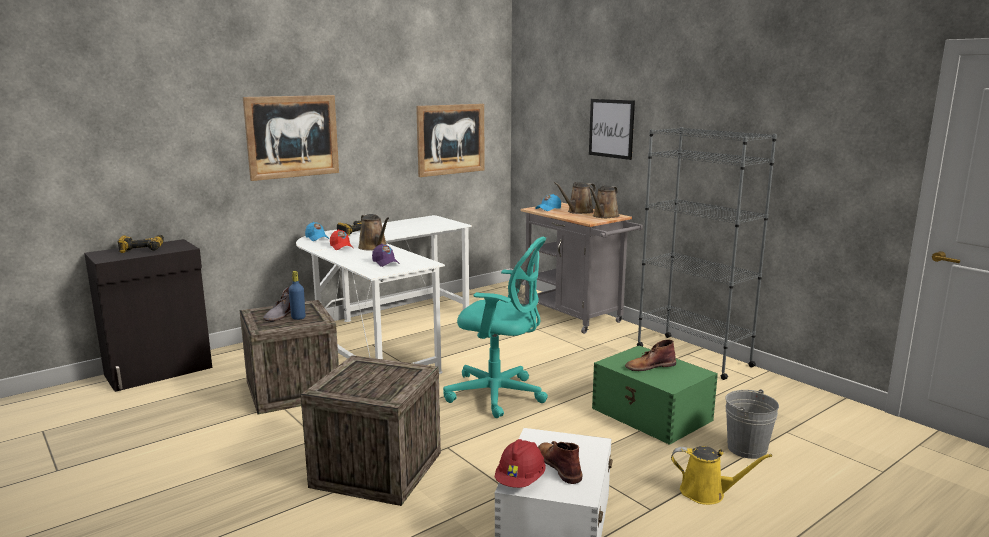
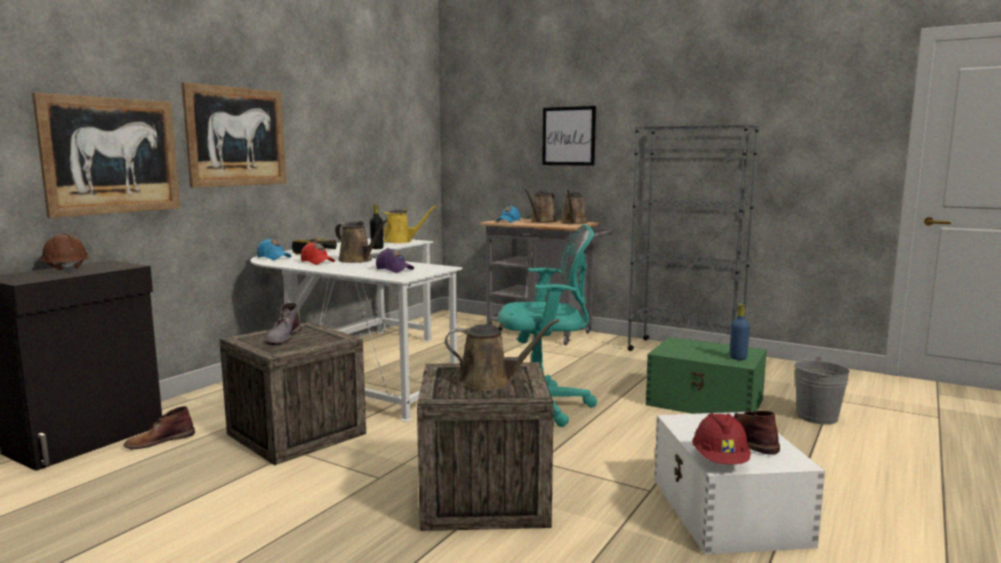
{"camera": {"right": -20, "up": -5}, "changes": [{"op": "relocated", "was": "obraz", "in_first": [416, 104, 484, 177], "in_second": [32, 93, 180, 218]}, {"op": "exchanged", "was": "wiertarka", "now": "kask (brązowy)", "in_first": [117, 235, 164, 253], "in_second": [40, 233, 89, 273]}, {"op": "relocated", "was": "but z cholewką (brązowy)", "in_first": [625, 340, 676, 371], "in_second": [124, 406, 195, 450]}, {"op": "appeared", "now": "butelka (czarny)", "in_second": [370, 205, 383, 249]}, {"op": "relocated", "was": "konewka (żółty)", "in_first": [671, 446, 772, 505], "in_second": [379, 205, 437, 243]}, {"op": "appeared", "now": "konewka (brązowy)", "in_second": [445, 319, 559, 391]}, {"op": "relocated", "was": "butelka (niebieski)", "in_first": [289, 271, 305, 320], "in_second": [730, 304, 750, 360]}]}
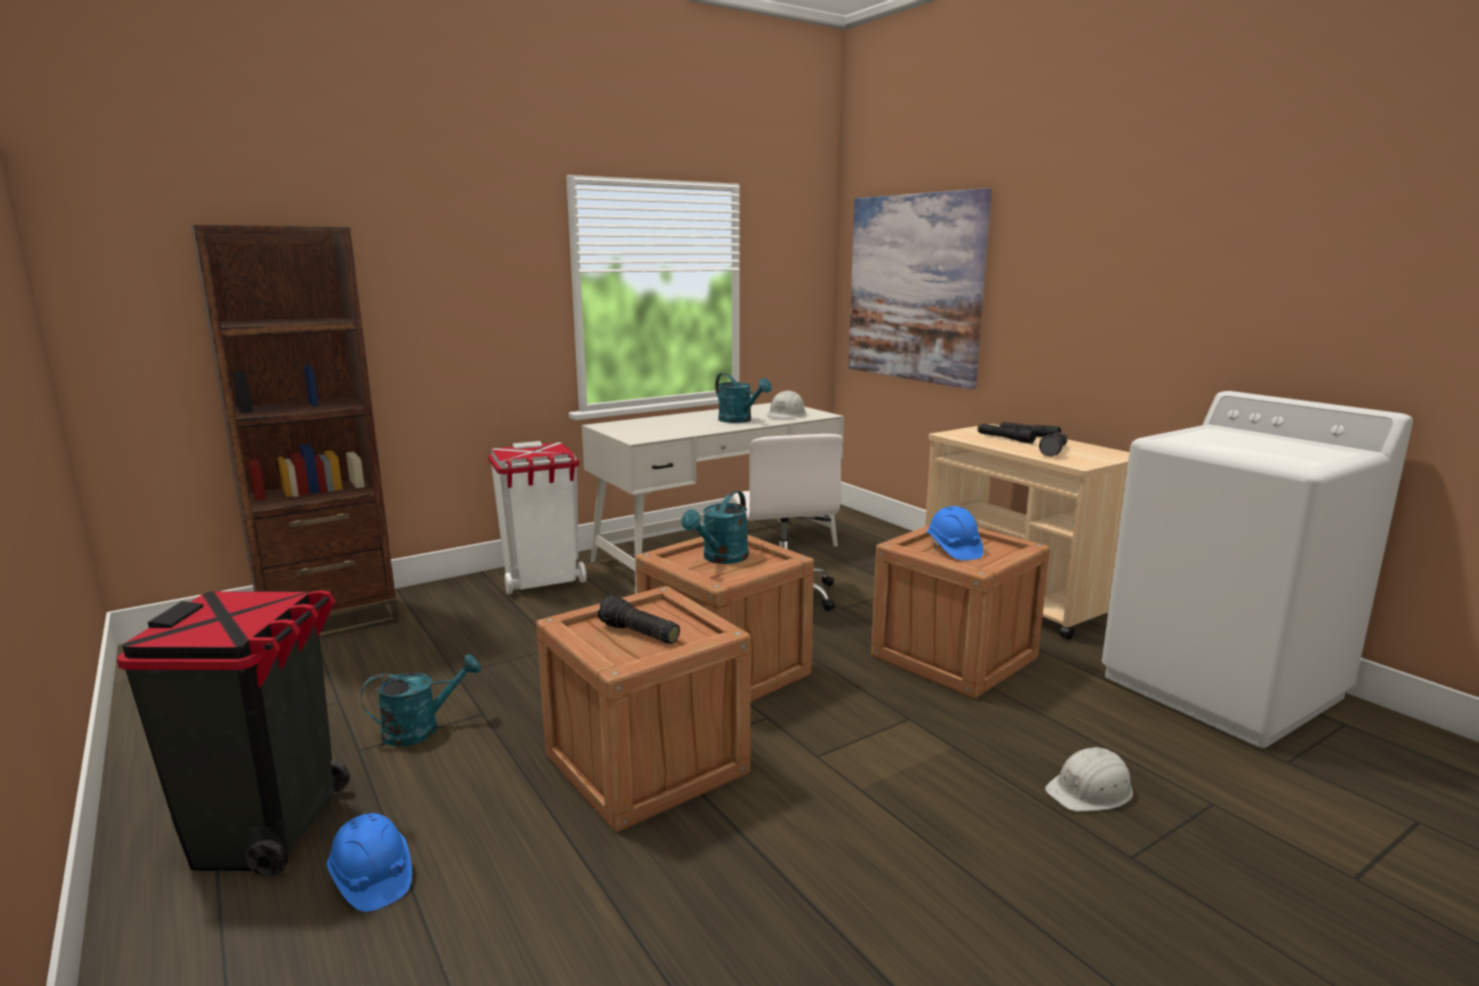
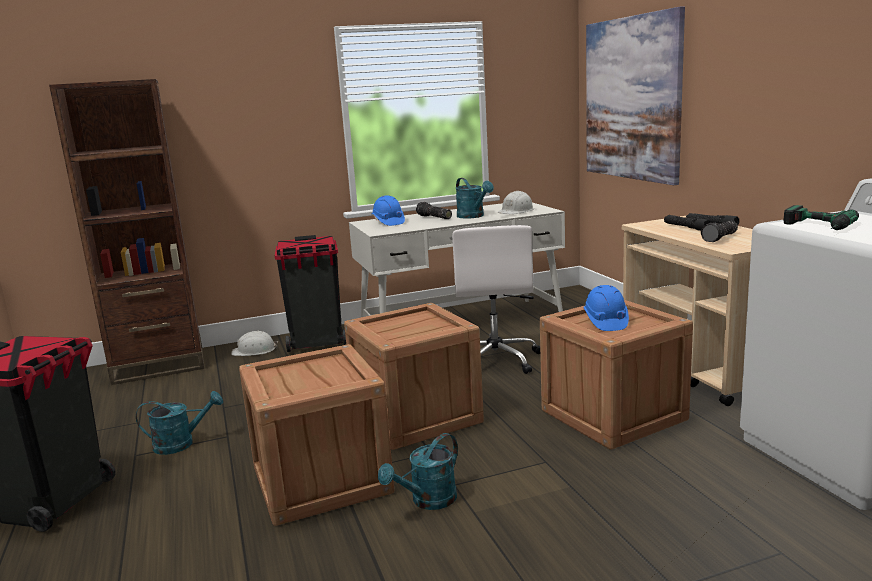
{"camera": {"right": 15, "up": 0}, "changes": [{"op": "relocated", "was": "kask (biały)", "in_first": [1045, 747, 1133, 812], "in_second": [231, 330, 278, 356]}, {"op": "colour", "was": "kosz na śmieci (biały)", "now": "kosz na śmieci (czarny)", "in_first": [488, 441, 586, 594], "in_second": [275, 235, 346, 352]}, {"op": "relocated", "was": "kask (niebieski)", "in_first": [327, 813, 412, 912], "in_second": [372, 195, 405, 226]}, {"op": "relocated", "was": "konewka (turkusowy)", "in_first": [681, 491, 749, 564], "in_second": [378, 433, 458, 510]}, {"op": "relocated", "was": "latarka", "in_first": [598, 596, 680, 644], "in_second": [416, 202, 452, 219]}, {"op": "appeared", "now": "wiertarka", "in_second": [783, 205, 859, 230]}]}
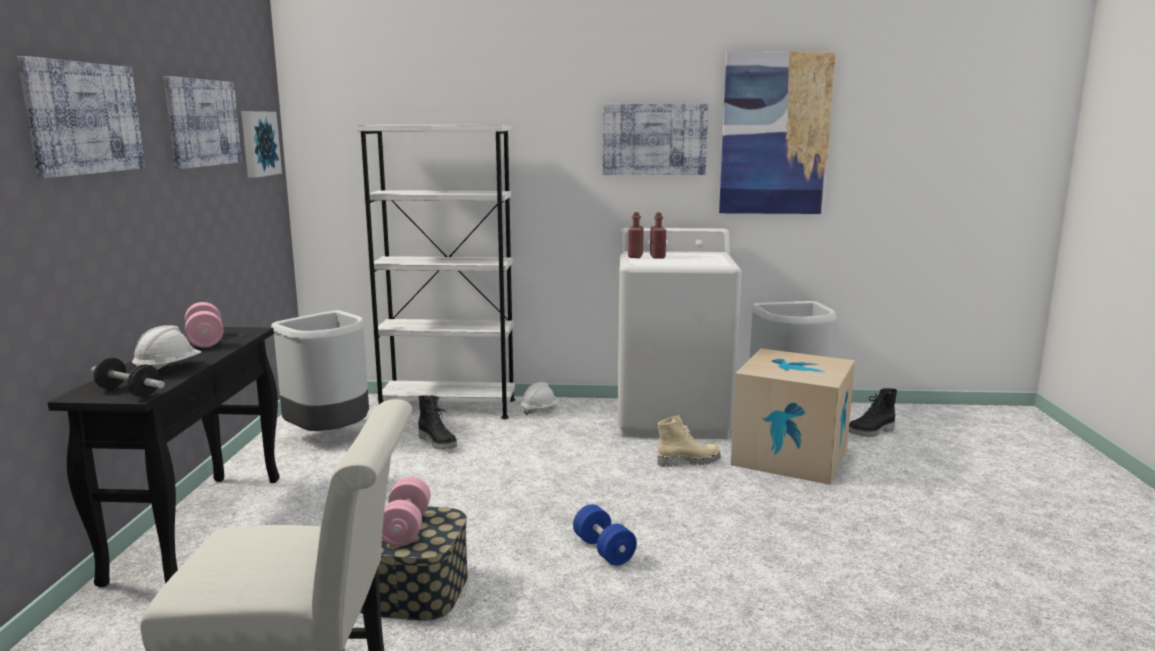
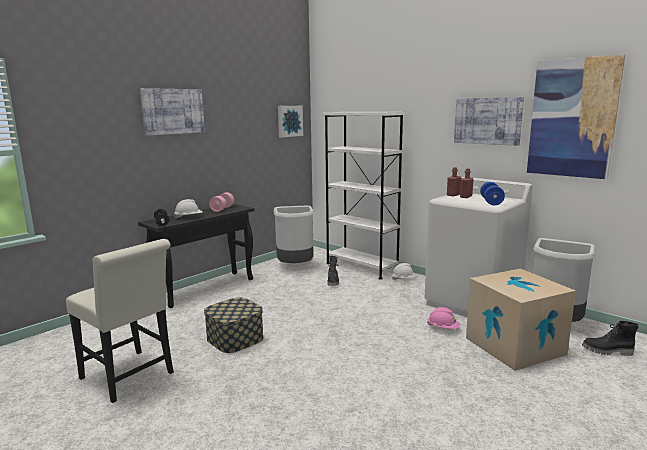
{"camera": {"right": 40, "up": 0}, "changes": [{"op": "exchanged", "was": "but z cholewką (beżowy)", "now": "kask (różowy)", "in_first": [657, 415, 721, 467], "in_second": [427, 307, 460, 329]}, {"op": "relocated", "was": "hantel (niebieski)", "in_first": [573, 504, 637, 566], "in_second": [480, 182, 505, 205]}, {"op": "missing", "was": "obraz", "in_first": [164, 76, 242, 169]}, {"op": "missing", "was": "hantel (różowy)", "in_first": [382, 477, 431, 546]}]}
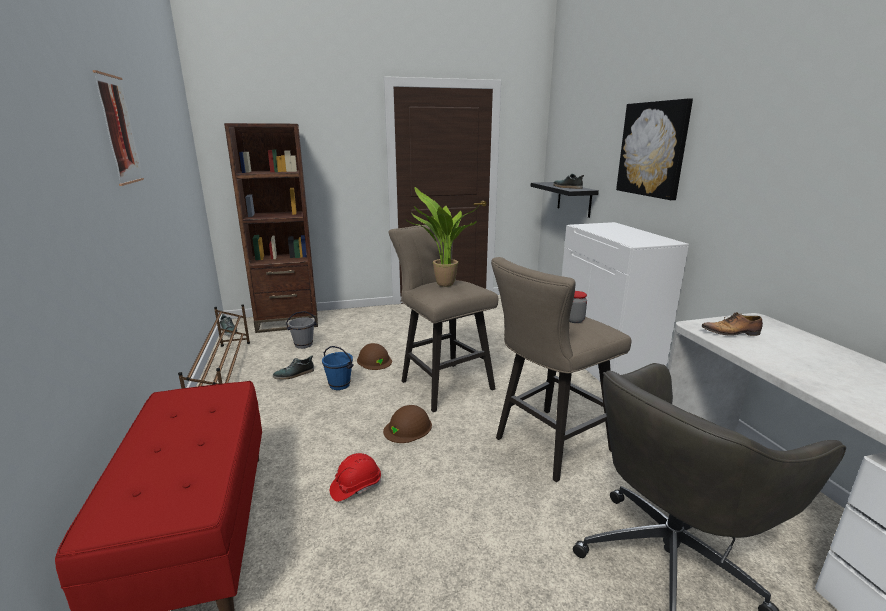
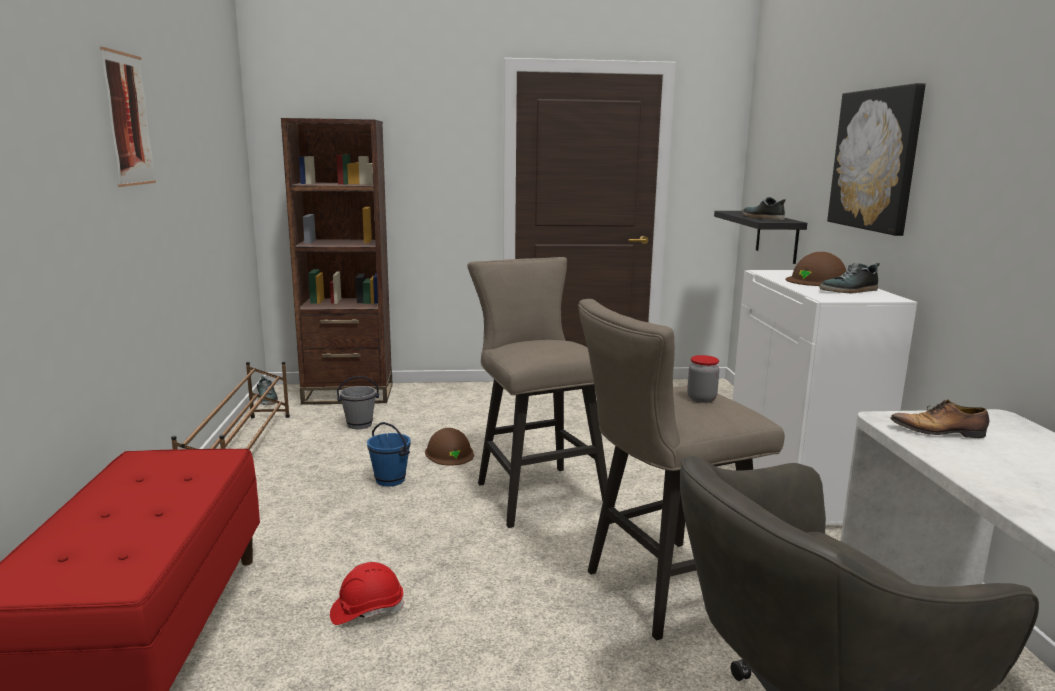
{"camera": {"right": 10, "up": -5}, "changes": [{"op": "relocated", "was": "kask (brązowy)", "in_first": [383, 405, 432, 443], "in_second": [786, 252, 846, 286]}, {"op": "relocated", "was": "but", "in_first": [273, 355, 314, 380], "in_second": [820, 263, 880, 294]}, {"op": "missing", "was": "roślina doniczkowa", "in_first": [405, 187, 478, 287]}]}
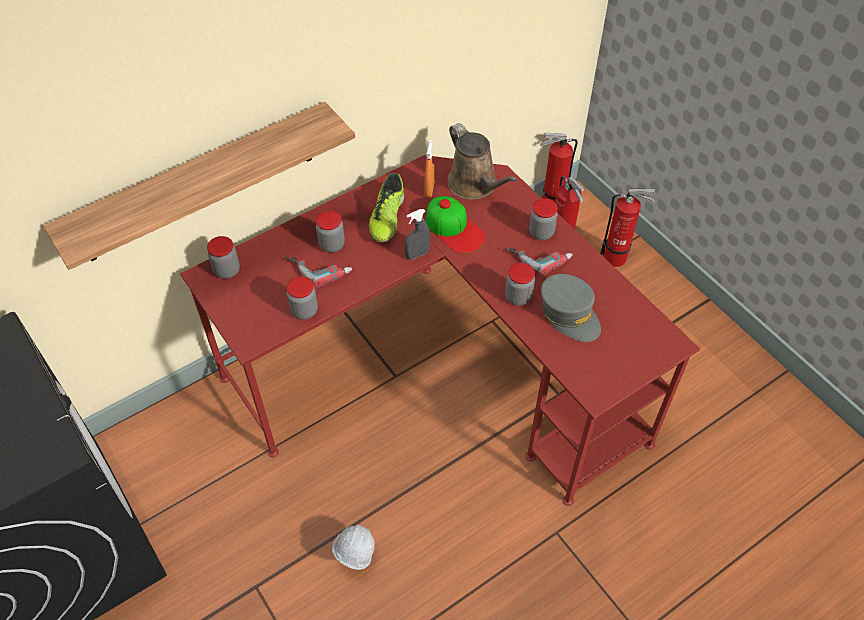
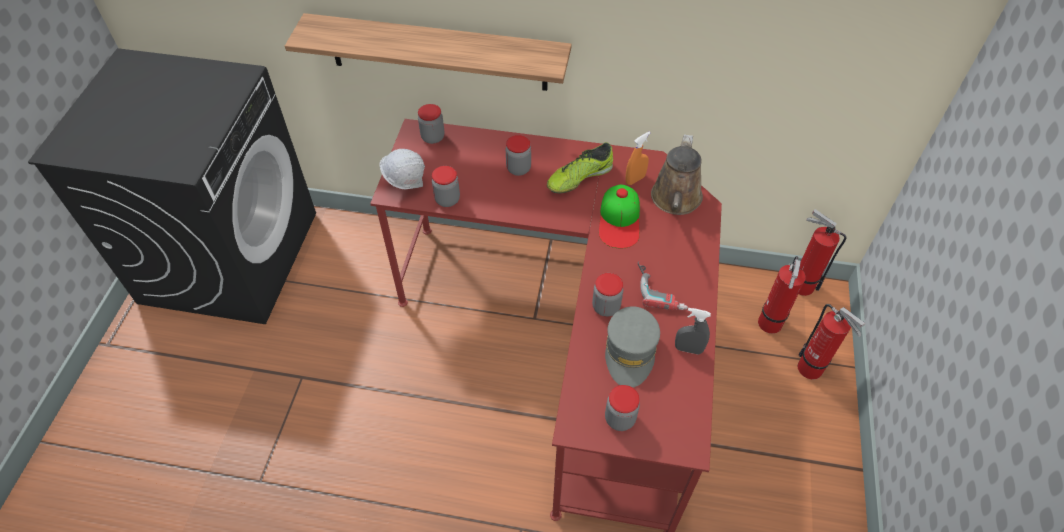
{"camera": {"right": 45, "up": 0}, "changes": [{"op": "relocated", "was": "kask (biały)", "in_first": [332, 525, 375, 570], "in_second": [380, 149, 425, 189]}, {"op": "relocated", "was": "słoik", "in_first": [529, 198, 558, 240], "in_second": [605, 385, 640, 431]}, {"op": "relocated", "was": "spryskiwacz (szary)", "in_first": [405, 209, 430, 260], "in_second": [675, 308, 711, 355]}, {"op": "missing", "was": "wiertarka", "in_first": [286, 256, 352, 288]}]}
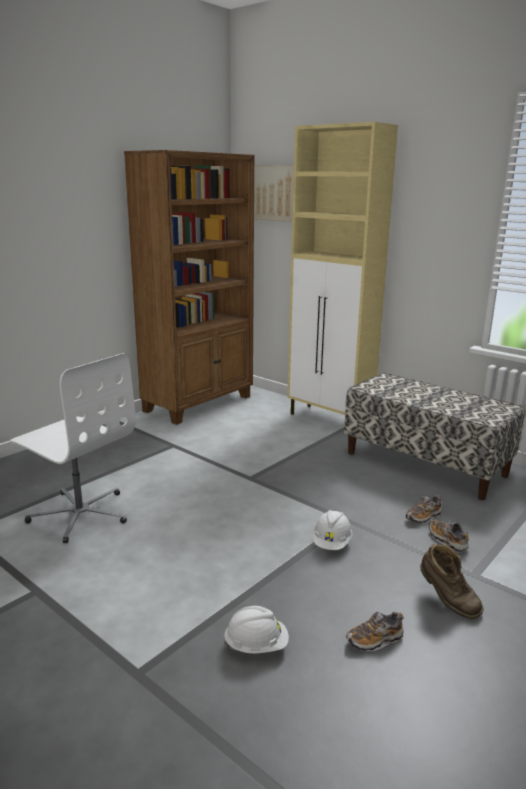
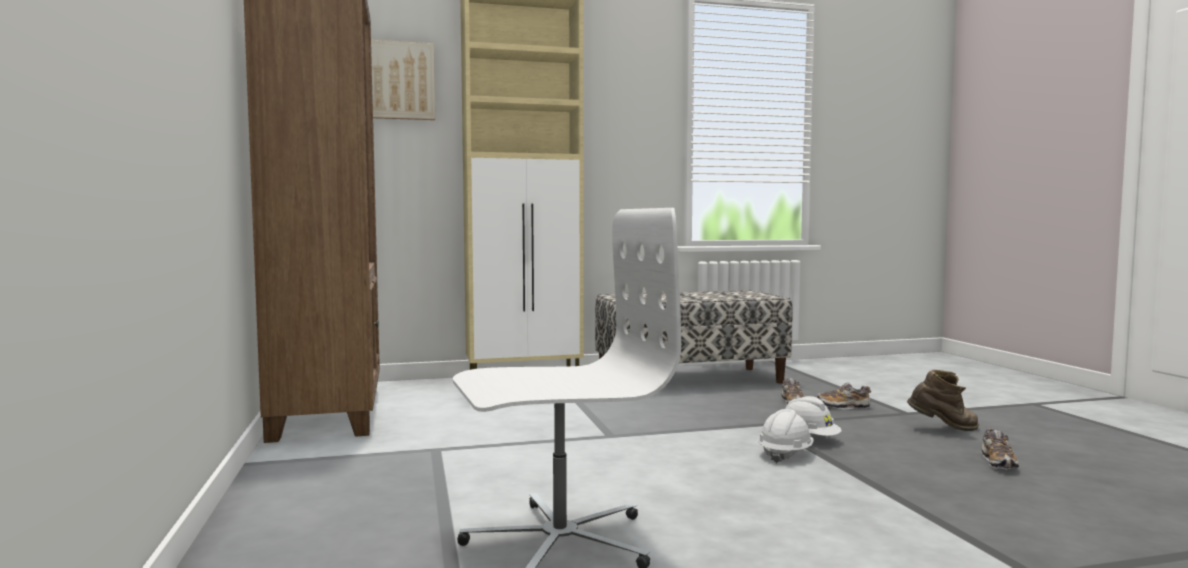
{"camera": {"right": -55, "up": -15}, "changes": [{"op": "relocated", "was": "kask (biały)", "in_first": [224, 606, 289, 654], "in_second": [758, 409, 814, 463]}]}
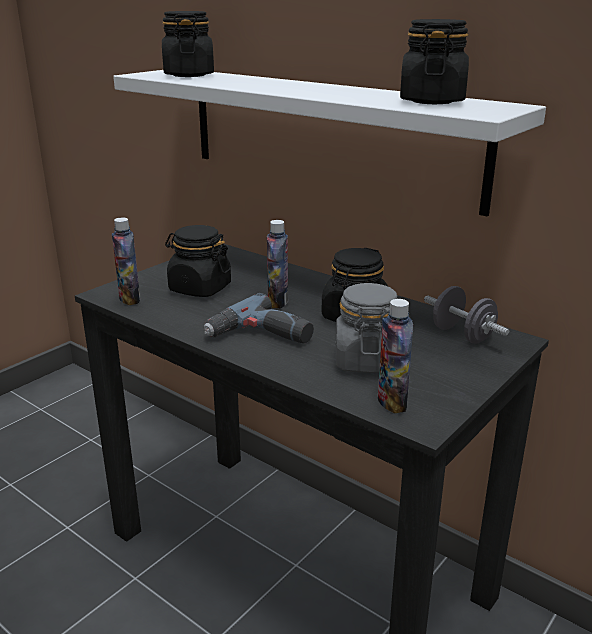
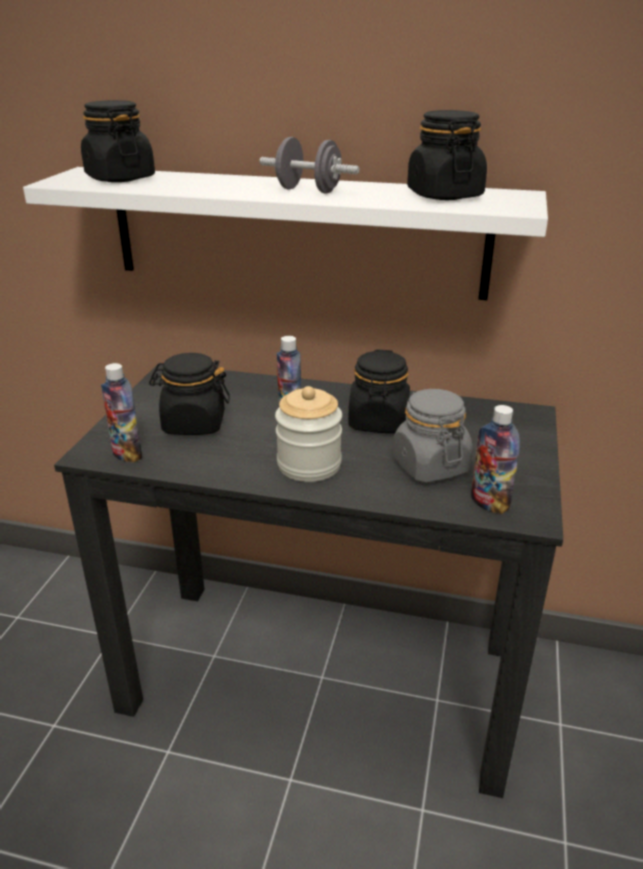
{"camera": {"right": -25, "up": 5}, "changes": [{"op": "relocated", "was": "hantel (szary)", "in_first": [424, 286, 509, 344], "in_second": [259, 137, 360, 194]}, {"op": "exchanged", "was": "wiertarka", "now": "słoik", "in_first": [203, 293, 314, 344], "in_second": [275, 386, 342, 482]}]}
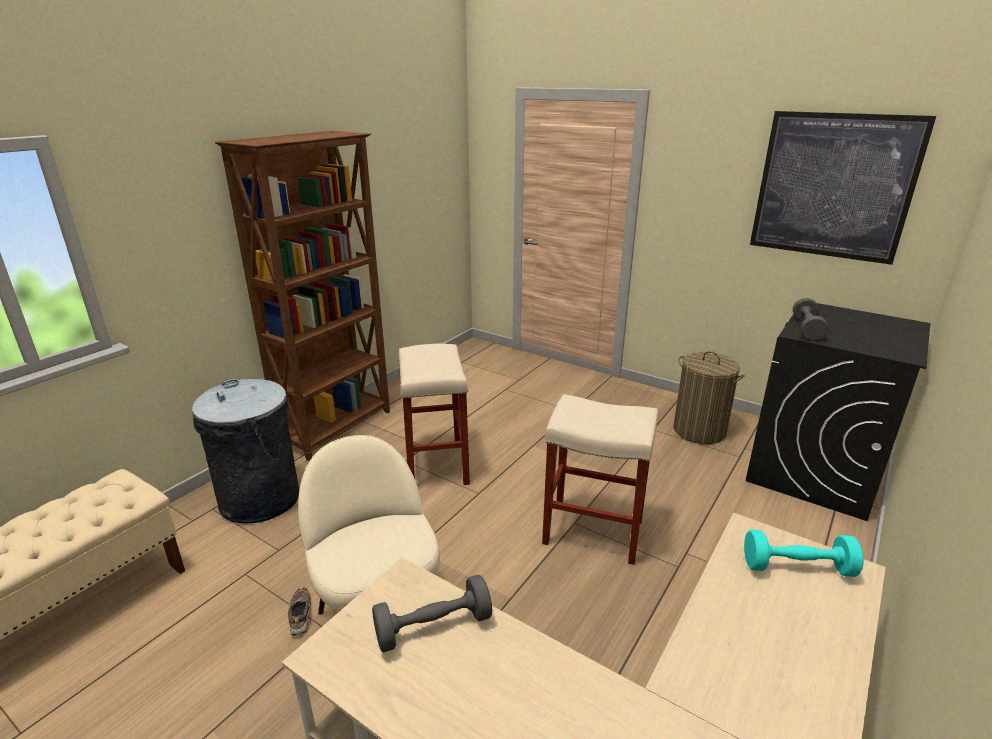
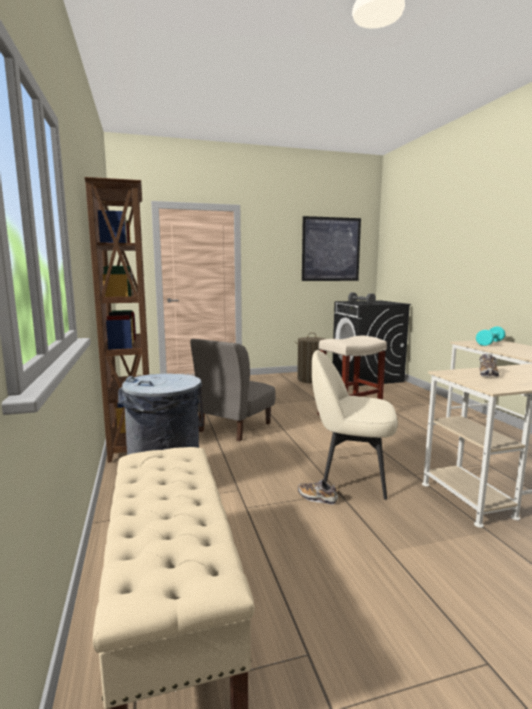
{"camera": {"right": -50, "up": -15}, "changes": [{"op": "exchanged", "was": "stołek (beżowy)", "now": "krzesło (szary)", "in_first": [399, 344, 470, 485], "in_second": [190, 339, 276, 441]}, {"op": "exchanged", "was": "hantel (szary)", "now": "but", "in_first": [372, 575, 492, 653], "in_second": [479, 354, 499, 377]}]}
